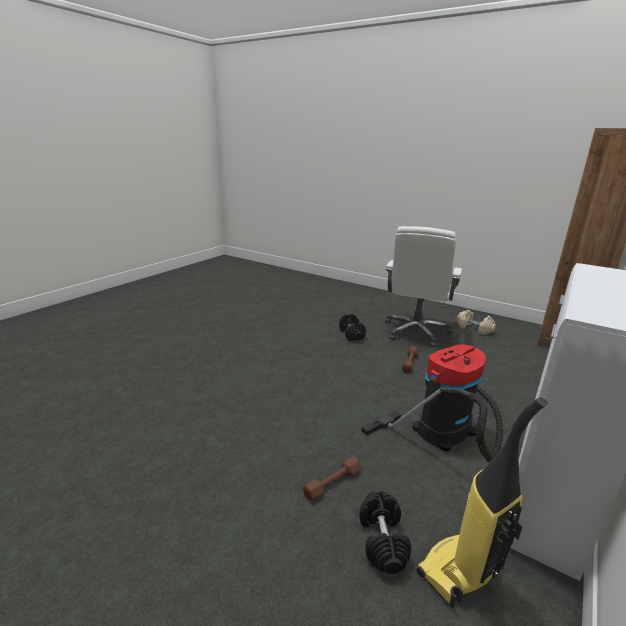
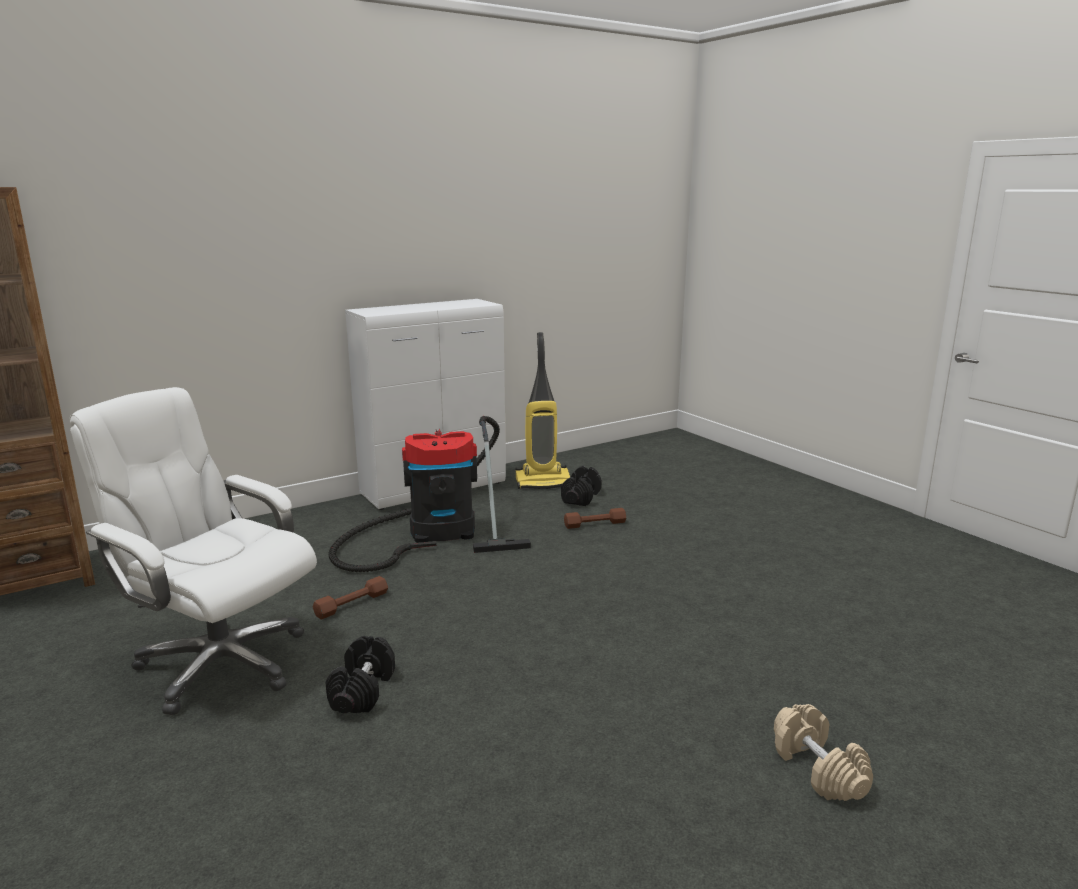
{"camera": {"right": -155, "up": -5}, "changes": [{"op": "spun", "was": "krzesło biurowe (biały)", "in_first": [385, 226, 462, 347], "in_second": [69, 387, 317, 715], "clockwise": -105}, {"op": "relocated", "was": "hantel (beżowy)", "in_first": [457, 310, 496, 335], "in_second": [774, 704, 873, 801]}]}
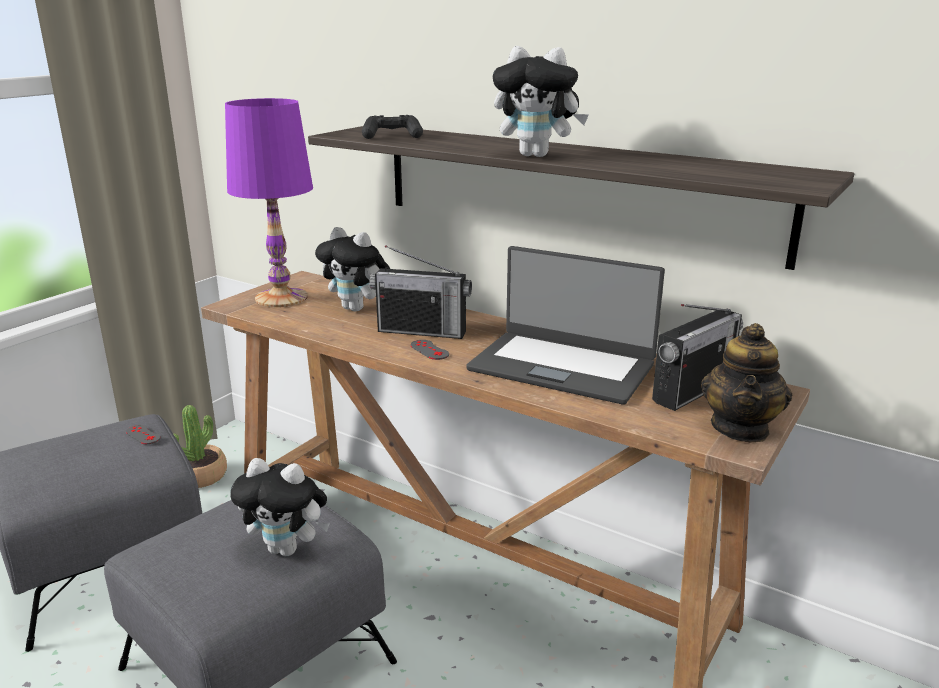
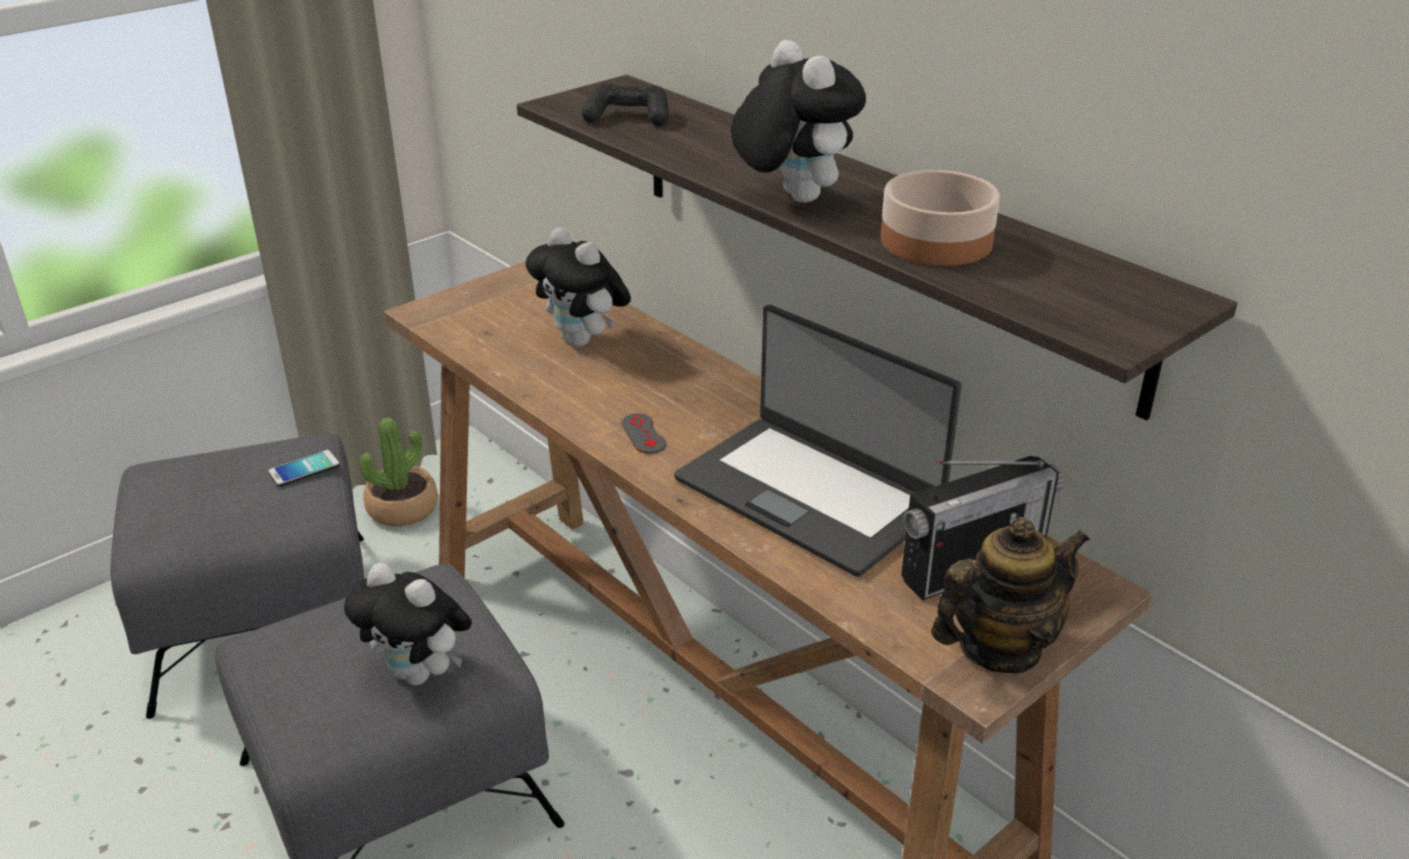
{"camera": {"right": 15, "up": 10}, "changes": [{"op": "exchanged", "was": "pad do gier (szary)", "now": "telefon", "in_first": [126, 425, 161, 444], "in_second": [268, 450, 340, 487]}, {"op": "spun", "was": "pluszak", "in_first": [493, 46, 589, 157], "in_second": [731, 40, 866, 203], "clockwise": -150}, {"op": "appeared", "now": "miska", "in_second": [881, 170, 1000, 266]}, {"op": "spun", "was": "imbryk", "in_first": [701, 323, 792, 442], "in_second": [931, 517, 1090, 674], "clockwise": -150}, {"op": "missing", "was": "lampa stołowa (fioletowy)", "in_first": [225, 98, 313, 307]}, {"op": "missing", "was": "radio", "in_first": [369, 245, 472, 339]}]}
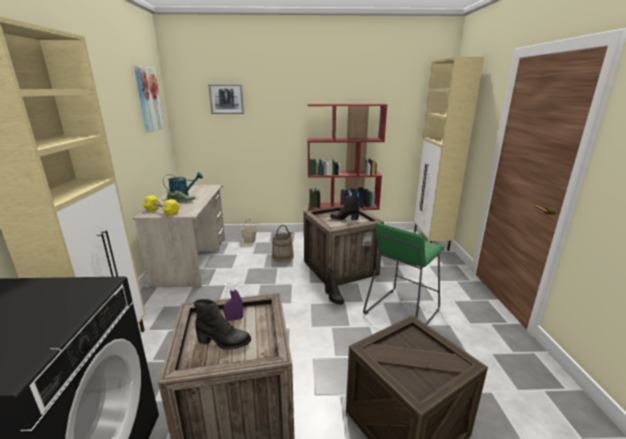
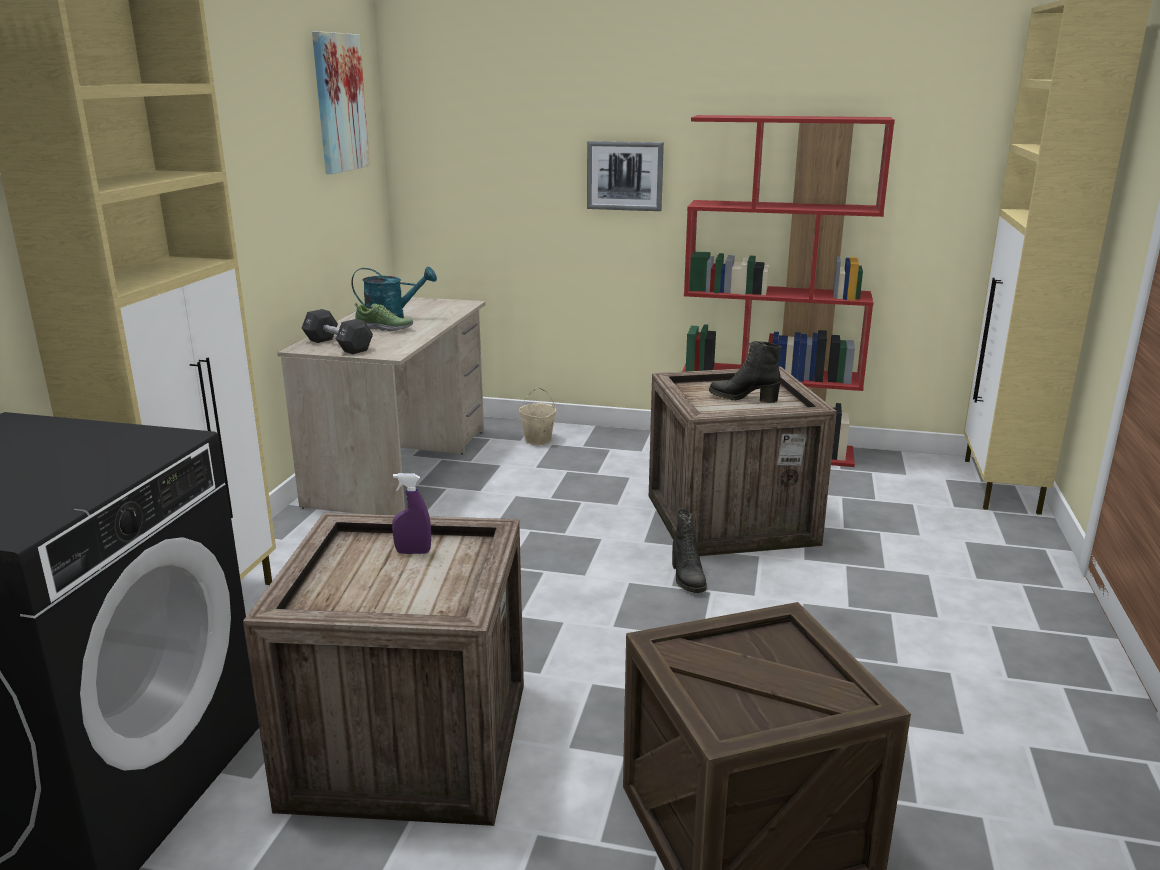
{"camera": {"right": 15, "up": 0}, "changes": [{"op": "colour", "was": "hantel (żółty)", "now": "hantel (czarny)", "in_first": [143, 195, 180, 216], "in_second": [302, 309, 373, 354]}, {"op": "relocated", "was": "obraz", "in_first": [208, 84, 244, 114], "in_second": [587, 141, 664, 211]}, {"op": "missing", "was": "but z cholewką (czarny)", "in_first": [194, 299, 251, 350]}, {"op": "missing", "was": "wiadro (beżowy)", "in_first": [272, 225, 294, 262]}, {"op": "missing", "was": "stołek (zielony)", "in_first": [363, 223, 444, 325]}]}
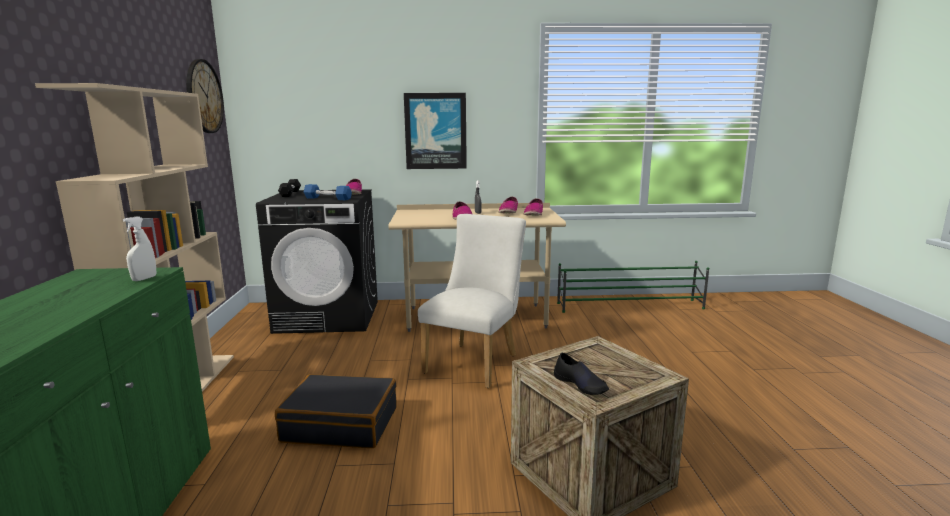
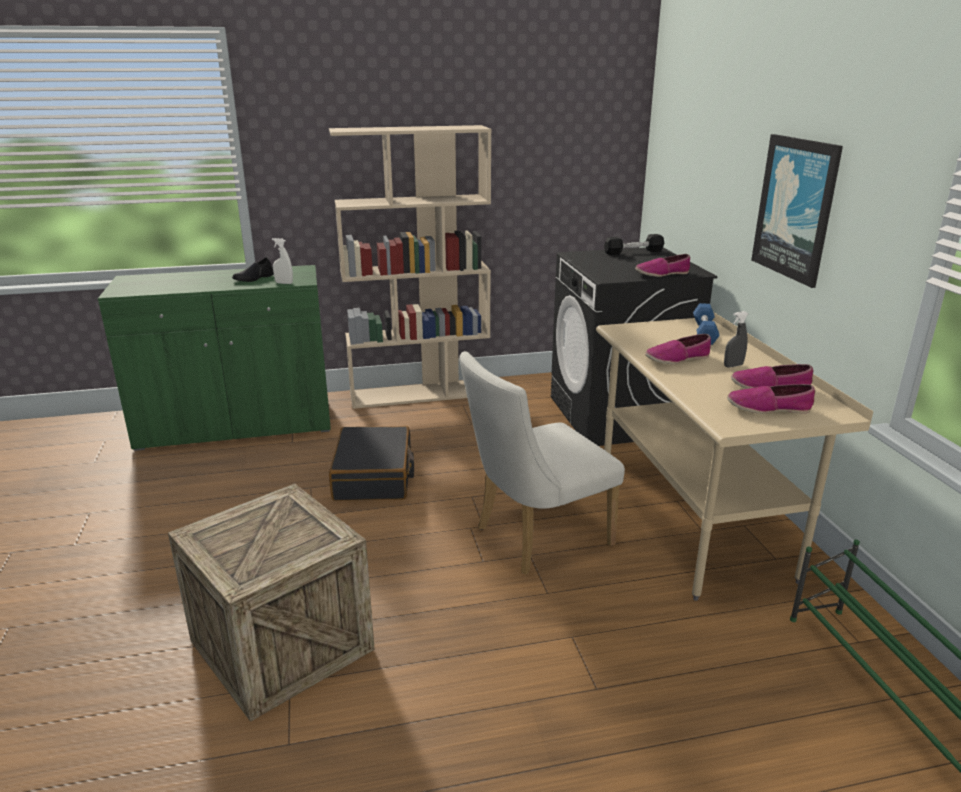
{"camera": {"right": 80, "up": 10}, "changes": [{"op": "relocated", "was": "but (czarny)", "in_first": [554, 352, 609, 395], "in_second": [232, 257, 274, 282]}, {"op": "spun", "was": "krzesło (biały)", "in_first": [418, 214, 526, 388], "in_second": [459, 351, 625, 574], "clockwise": 135}, {"op": "relocated", "was": "hantel (niebieski)", "in_first": [304, 184, 352, 200], "in_second": [693, 303, 720, 345]}, {"op": "missing", "was": "zegar ścienny", "in_first": [186, 59, 224, 133]}]}
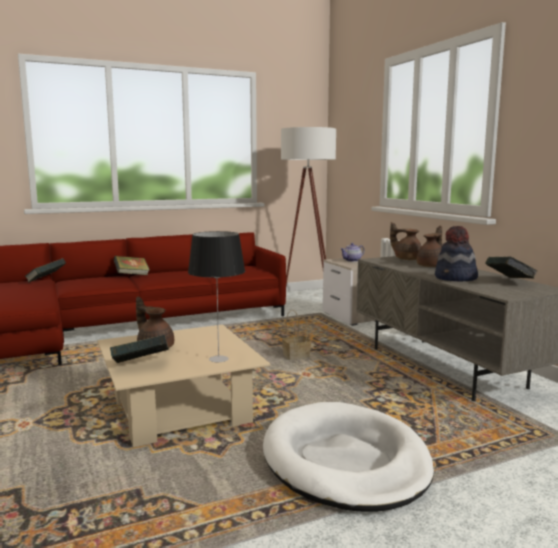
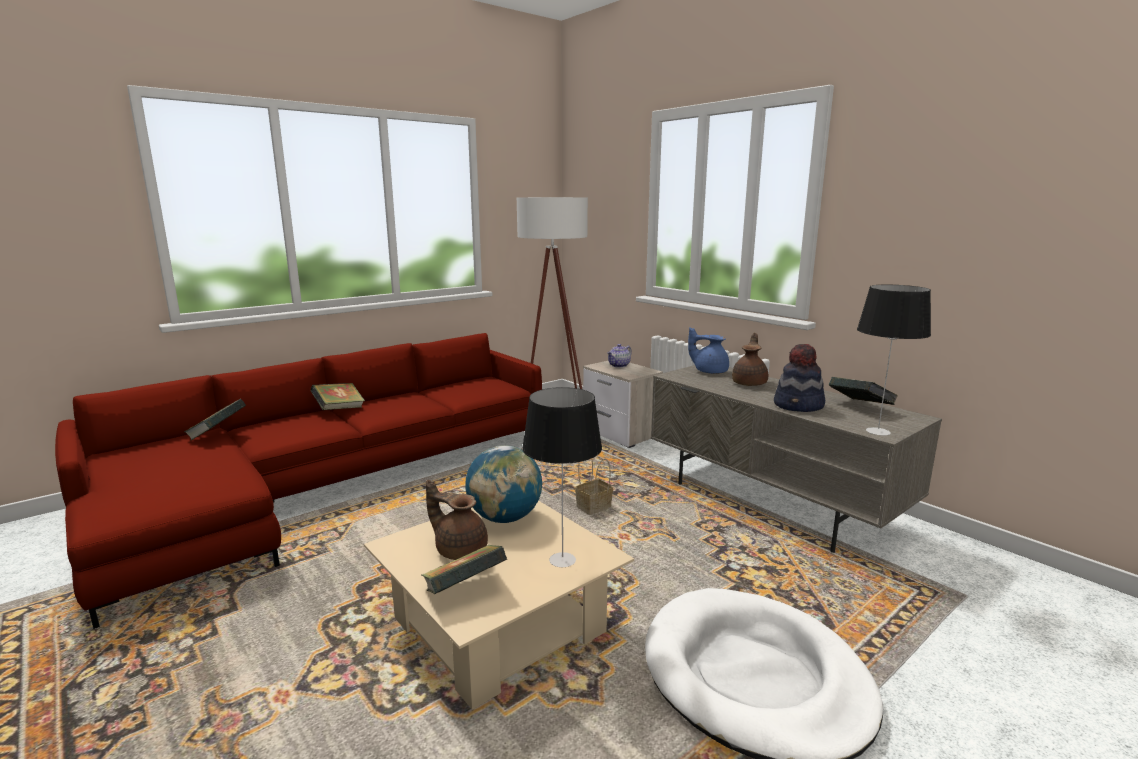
{"camera": {"right": -15, "up": 5}, "changes": [{"op": "appeared", "now": "globus", "in_second": [465, 445, 542, 523]}, {"op": "colour", "was": "imbryk (brązowy)", "now": "imbryk (niebieski)", "in_first": [390, 222, 422, 260], "in_second": [688, 327, 729, 374]}, {"op": "appeared", "now": "lampa stołowa", "in_second": [857, 285, 931, 435]}]}
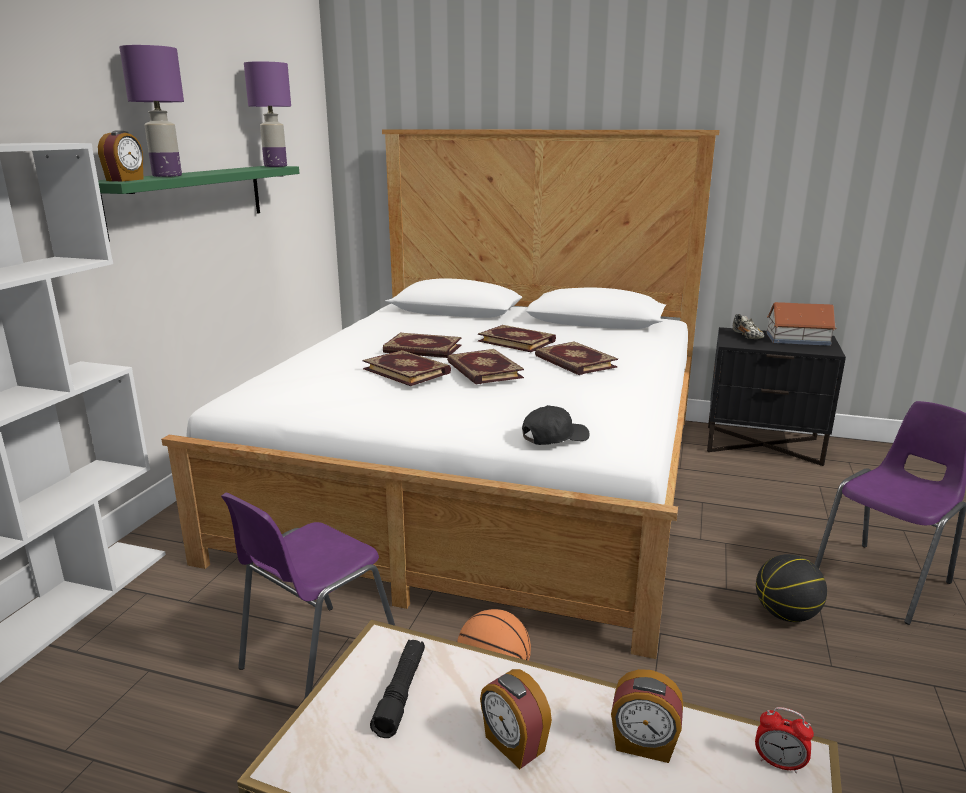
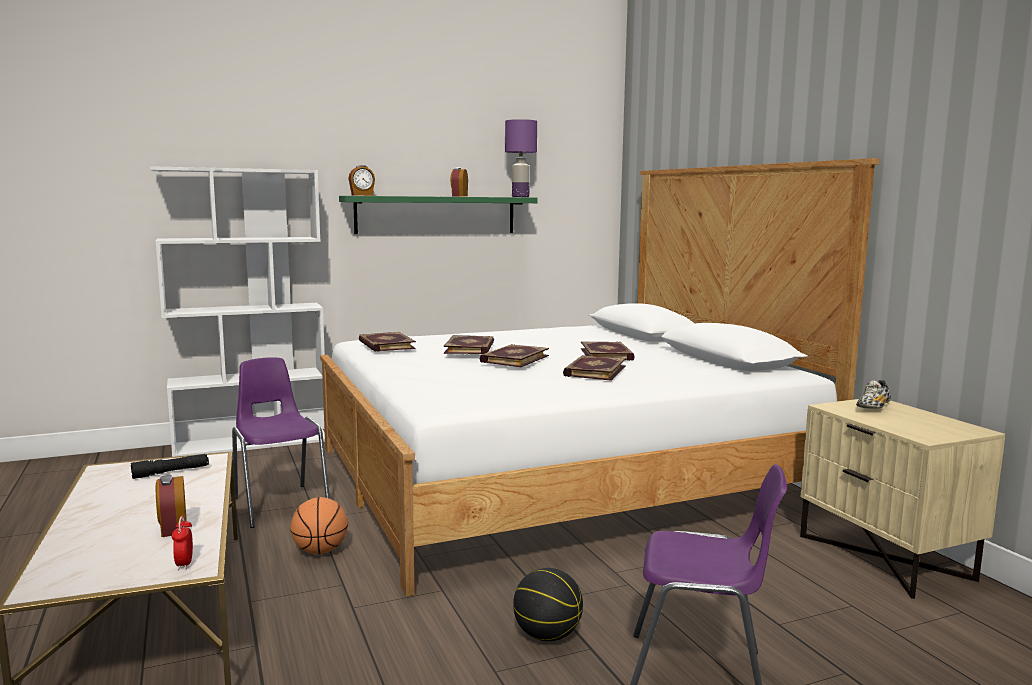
{"camera": {"right": 50, "up": -10}, "changes": [{"op": "spun", "was": "krzesło (fioletowy)", "in_first": [221, 493, 395, 700], "in_second": [232, 357, 330, 528], "clockwise": 60}, {"op": "relocated", "was": "książka", "in_first": [383, 333, 462, 358], "in_second": [359, 332, 416, 352]}, {"op": "relocated", "was": "budzik", "in_first": [480, 669, 552, 769], "in_second": [451, 168, 468, 197]}, {"op": "colour", "was": "szafka nocna (czarny)", "now": "szafka nocna (beżowy)", "in_first": [707, 327, 846, 466], "in_second": [800, 399, 1005, 599]}, {"op": "missing", "was": "lampa stołowa (fioletowy)", "in_first": [119, 45, 184, 177]}, {"op": "missing", "was": "czapka z daszkiem (czarny)", "in_first": [522, 405, 590, 445]}, {"op": "missing", "was": "domek", "in_first": [766, 302, 837, 346]}]}
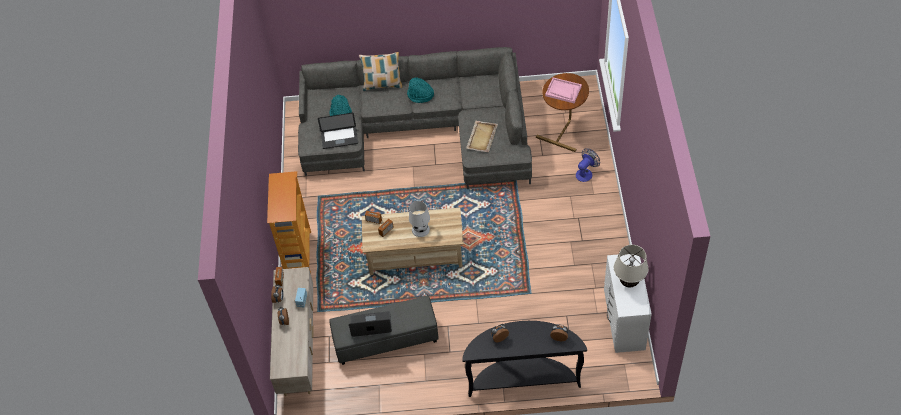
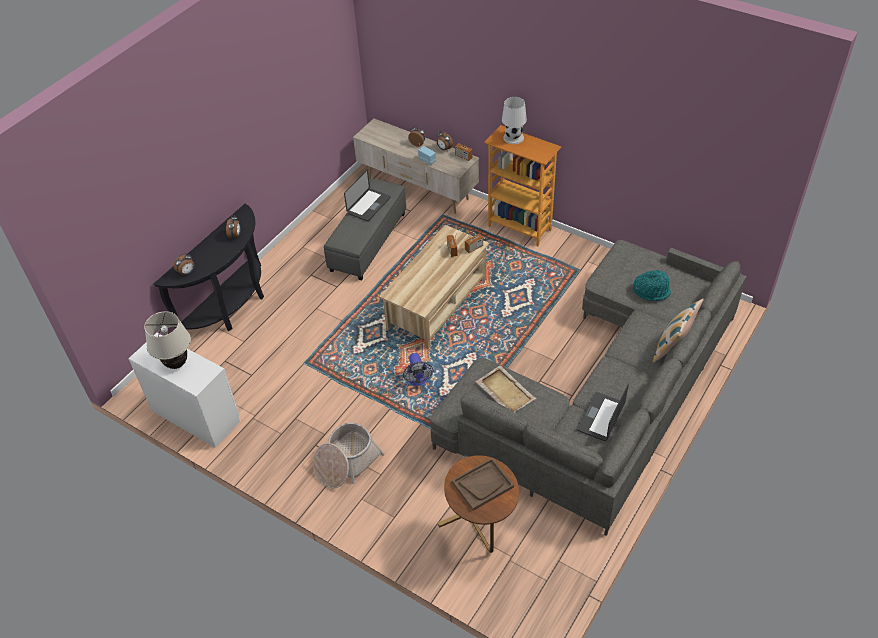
{"camera": {"right": 125, "up": -5}, "changes": [{"op": "appeared", "now": "koszyk", "in_second": [313, 423, 385, 488]}, {"op": "relocated", "was": "wentylator", "in_first": [576, 148, 600, 182], "in_second": [403, 353, 433, 386]}, {"op": "colour", "was": "taca (różowy)", "now": "taca (brązowy)", "in_first": [545, 78, 582, 103], "in_second": [452, 458, 514, 511]}, {"op": "relocated", "was": "lampa stołowa (biały)", "in_first": [409, 201, 430, 237], "in_second": [502, 97, 527, 144]}, {"op": "relocated", "was": "laptop", "in_first": [318, 113, 358, 149], "in_second": [576, 383, 629, 441]}, {"op": "missing", "was": "kapelusz (turkusowy)", "in_first": [407, 77, 434, 103]}]}
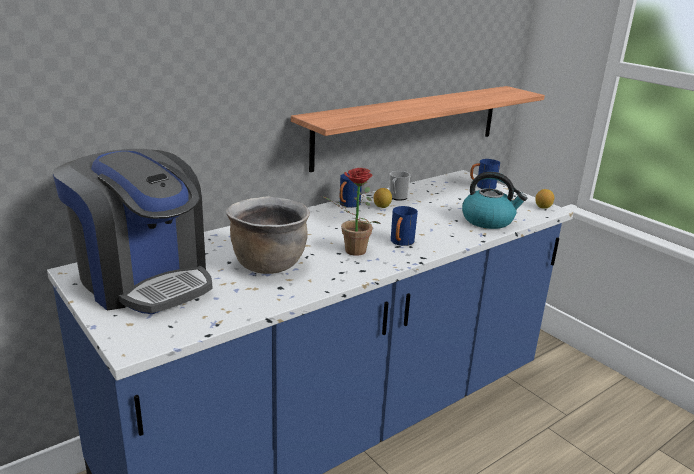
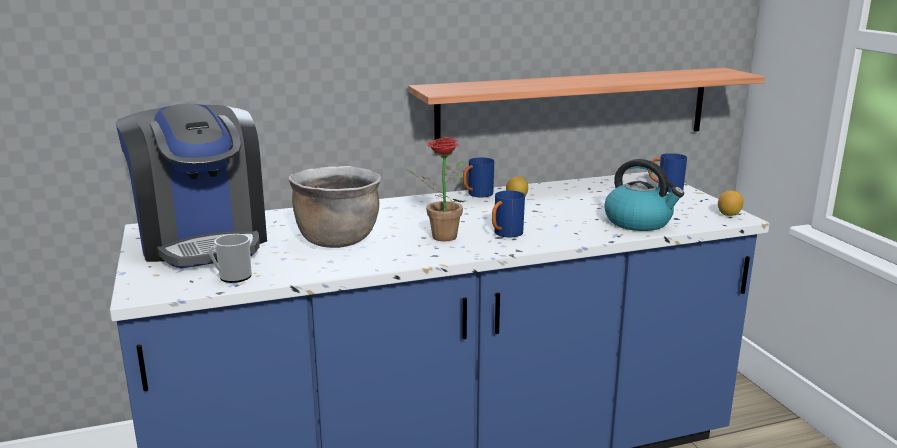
{"camera": {"right": 20, "up": -5}, "changes": [{"op": "relocated", "was": "kubek", "in_first": [389, 171, 411, 201], "in_second": [209, 234, 252, 283]}]}
